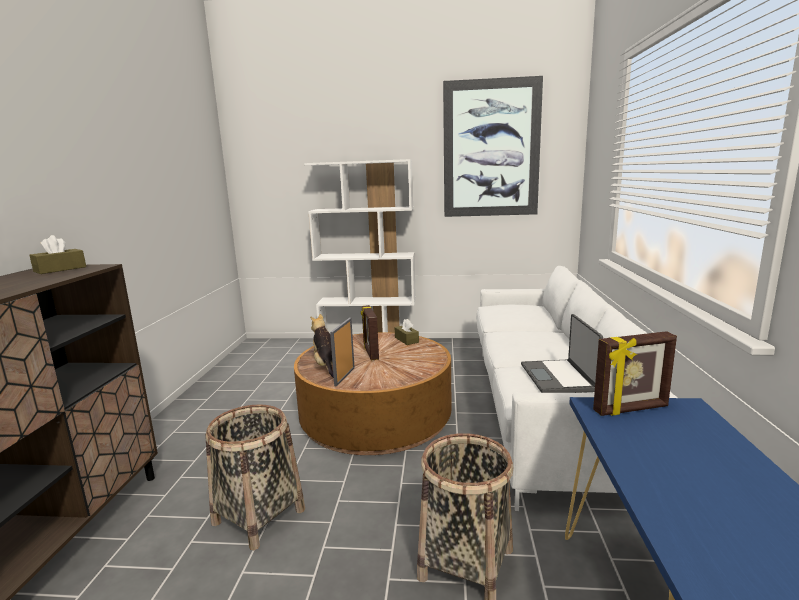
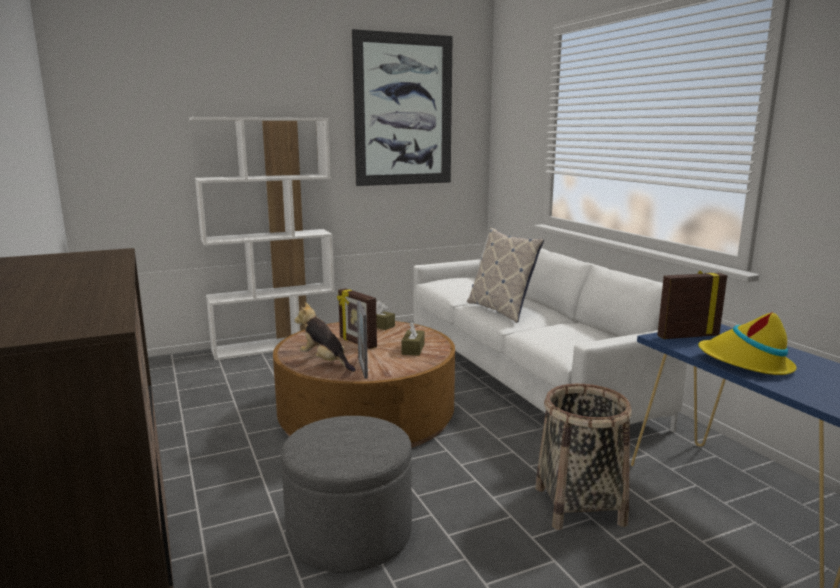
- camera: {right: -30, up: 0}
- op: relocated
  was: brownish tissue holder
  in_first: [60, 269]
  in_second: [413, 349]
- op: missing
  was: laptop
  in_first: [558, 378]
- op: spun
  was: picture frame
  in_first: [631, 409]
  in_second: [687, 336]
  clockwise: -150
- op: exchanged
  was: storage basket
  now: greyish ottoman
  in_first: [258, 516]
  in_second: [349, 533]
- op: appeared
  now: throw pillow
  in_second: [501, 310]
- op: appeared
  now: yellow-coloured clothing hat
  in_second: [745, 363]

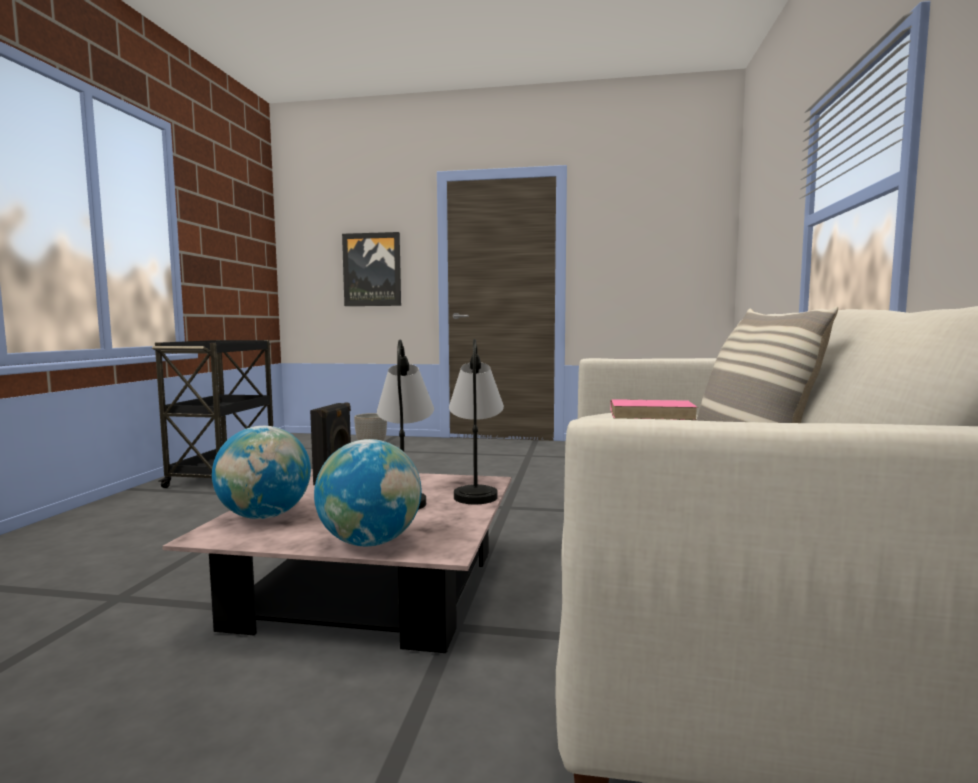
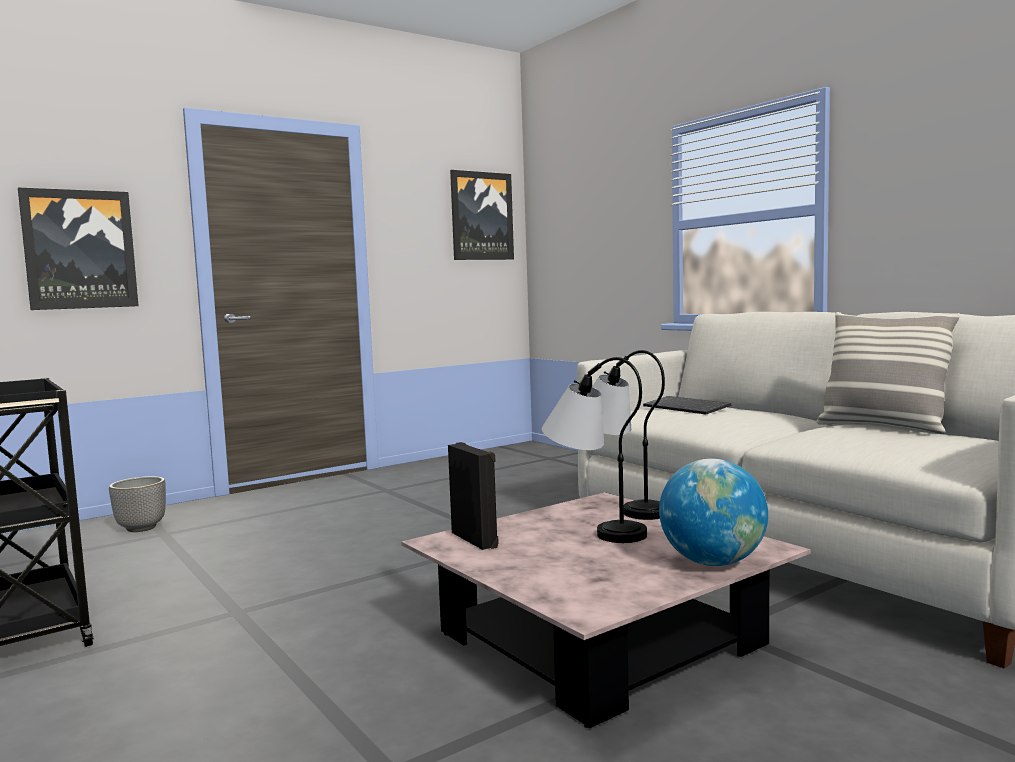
- camera: {right: -45, up: 0}
- op: exchanged
  was: pink-coloured bound book
  now: computer keyboard
  in_first: [652, 415]
  in_second: [688, 407]
- op: missing
  was: world globe
  in_first: [265, 516]
- op: appeared
  now: wall picture
  in_second: [481, 216]

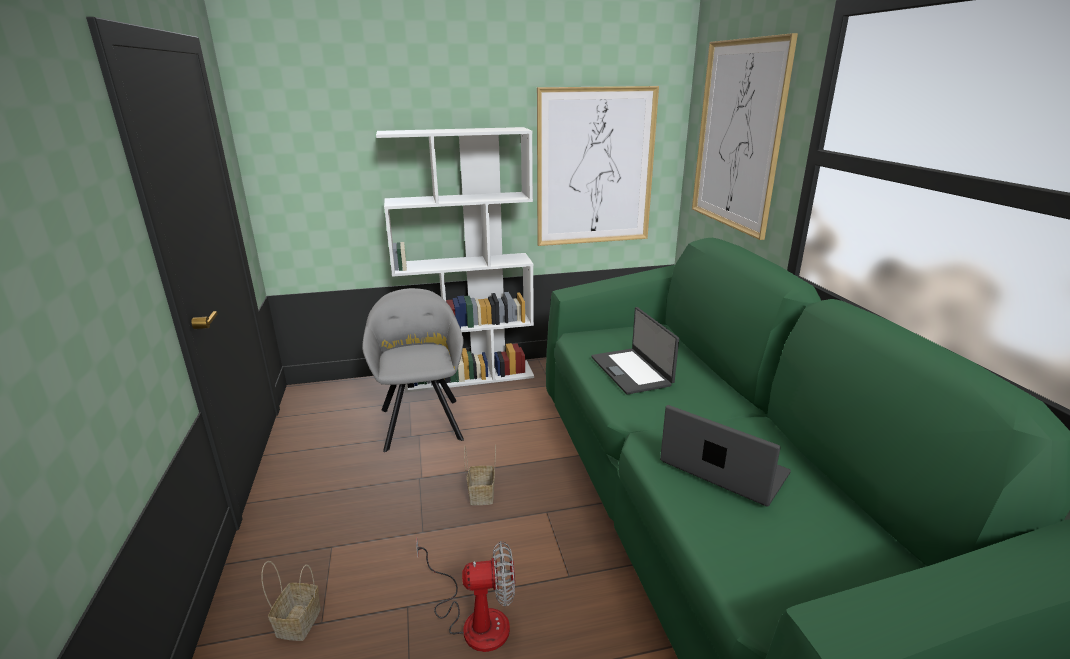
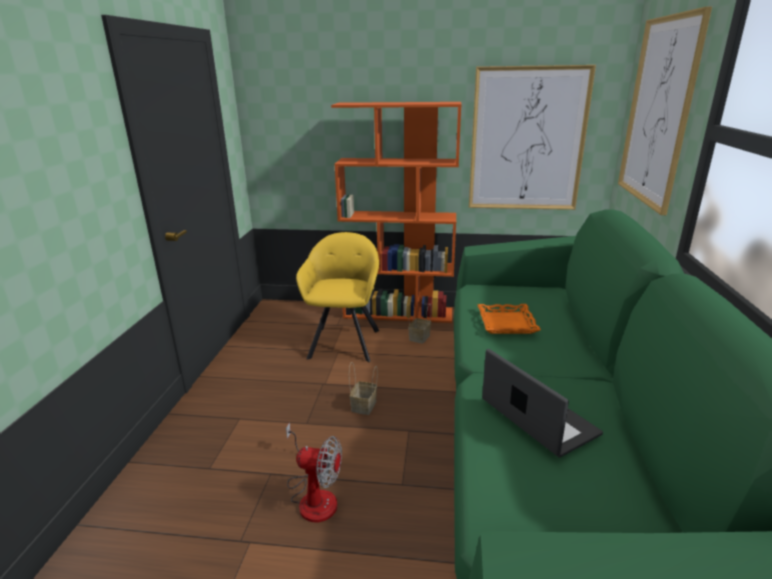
- camera: {right: 20, up: 0}
- op: colour
  was: white-coloured shelving unit
  now: orangey shelving unit
  in_first: [469, 376]
  in_second: [398, 313]
- op: colour
  was: greyish easy chair
  now: yellow-coloured easy chair
  in_first: [422, 421]
  in_second: [345, 341]
- op: exchanged
  was: laptop
  now: orangey carrying tray
  in_first: [632, 371]
  in_second: [507, 323]
- op: relocated
  was: storage basket
  in_first: [298, 621]
  in_second: [419, 337]

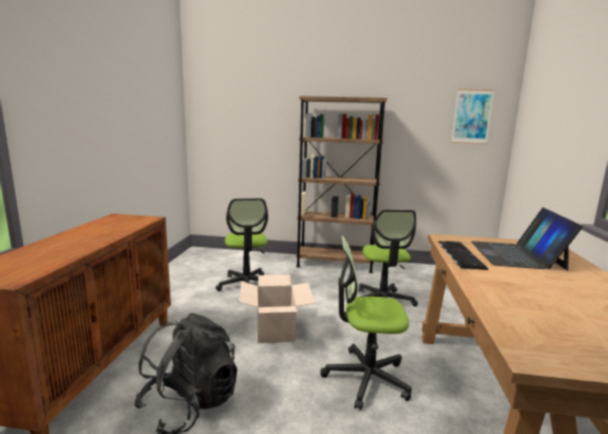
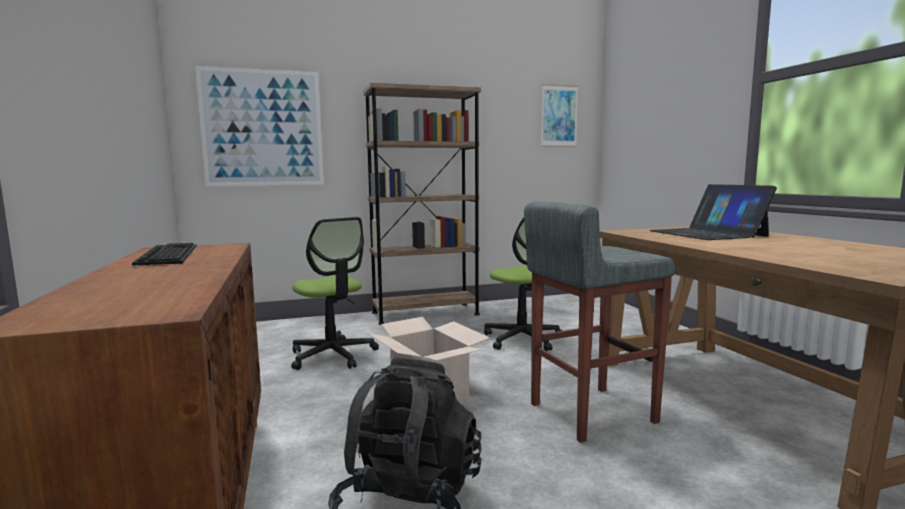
- camera: {right: -25, up: -5}
- op: exchanged
  was: desk chair
  now: greyish stool seat
  in_first: [366, 378]
  in_second: [590, 412]
- op: relocated
  was: computer keyboard
  in_first: [459, 254]
  in_second: [166, 255]
- op: appeared
  now: wall picture
  in_second: [262, 128]

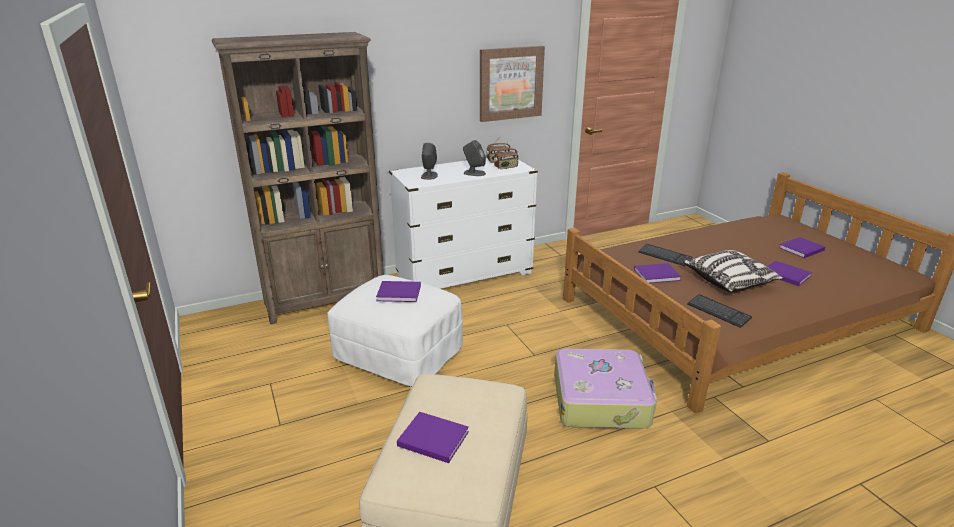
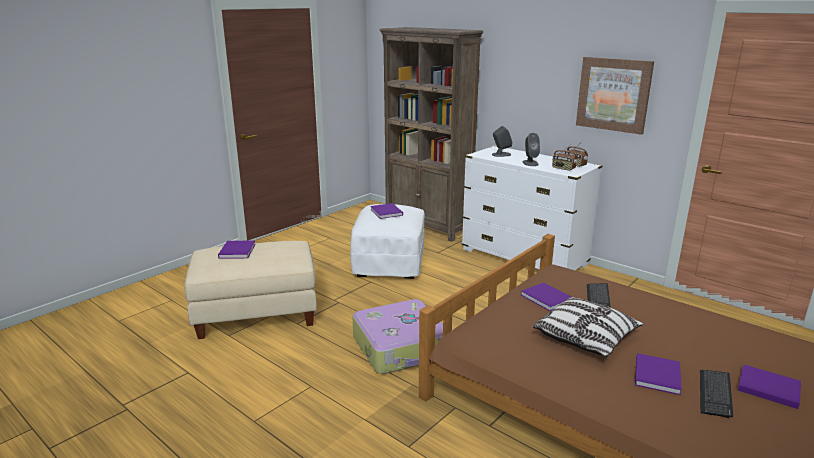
- camera: {right: 65, up: -5}
- op: relocated
  was: computer keyboard
  in_first: [718, 312]
  in_second: [715, 394]

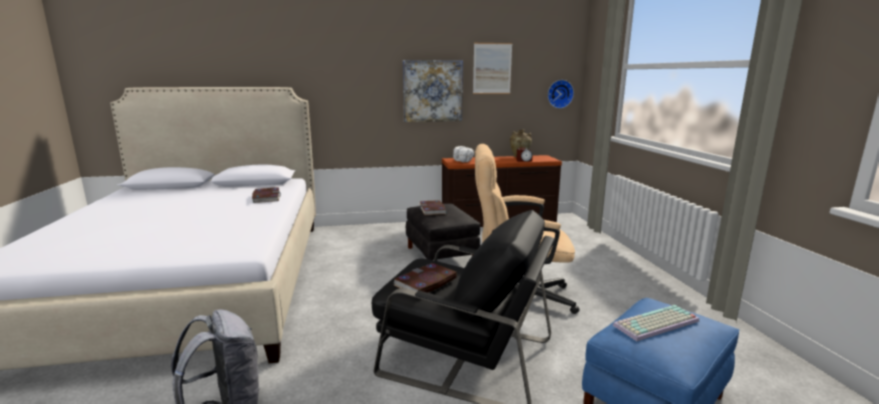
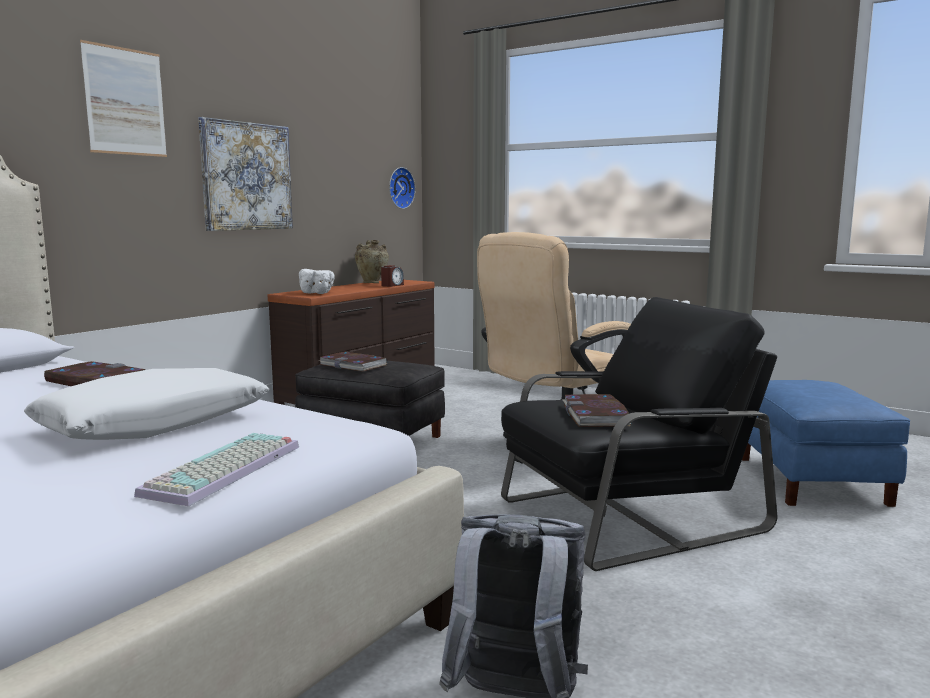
- camera: {right: -45, up: -5}
- op: relocated
  was: wall picture
  in_first: [492, 68]
  in_second: [125, 101]
- op: relocated
  was: computer keyboard
  in_first: [656, 324]
  in_second: [225, 471]
- op: appeared
  now: white-coloured throw pillow
  in_second: [154, 424]

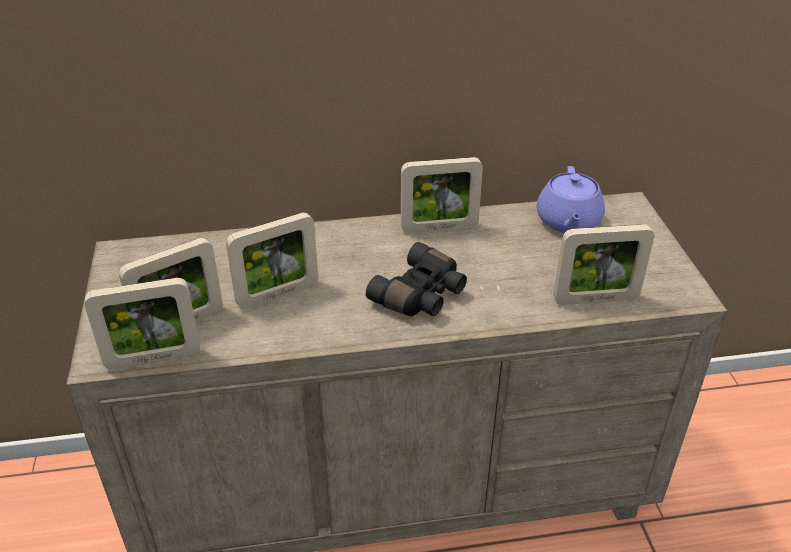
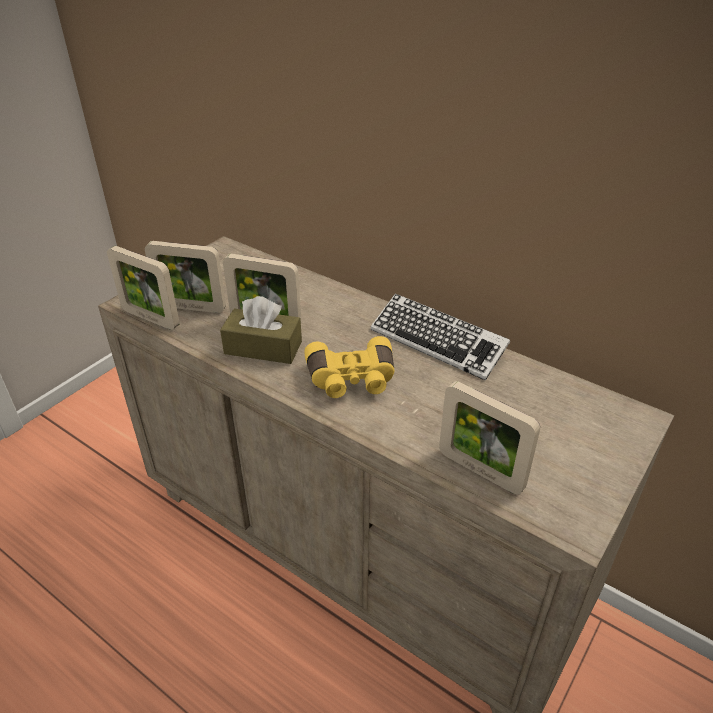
- camera: {right: 45, up: 0}
- op: exchanged
  was: picture frame
  now: computer keyboard
  in_first: [439, 228]
  in_second: [437, 342]
- op: missing
  was: purple-coloured pot for tea
  in_first: [568, 221]
- op: colour
  was: black pair of binoculars
  now: yellow-coloured pair of binoculars
  in_first: [421, 295]
  in_second: [351, 380]
- op: appeared
  now: brownish tissue holder
  in_second: [263, 348]

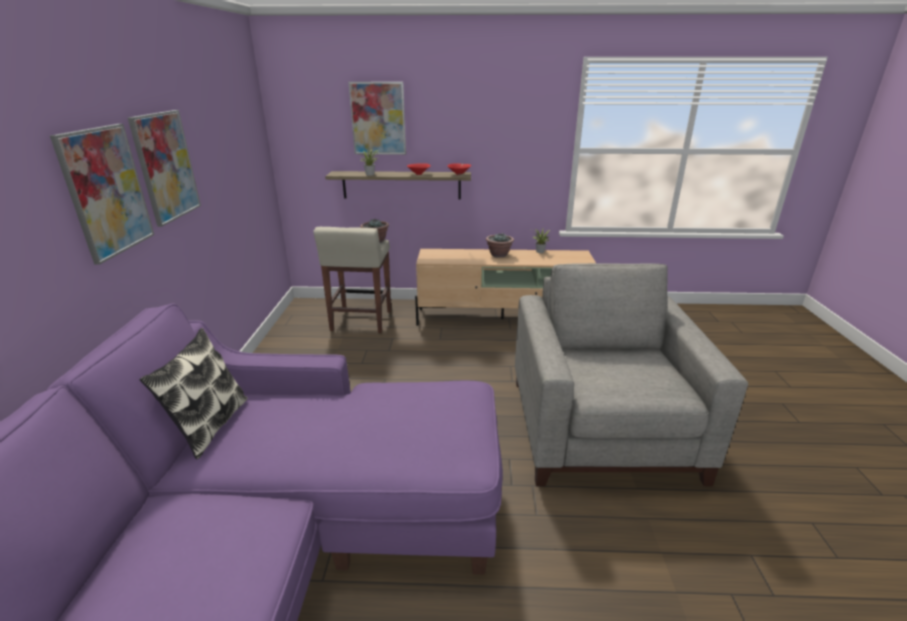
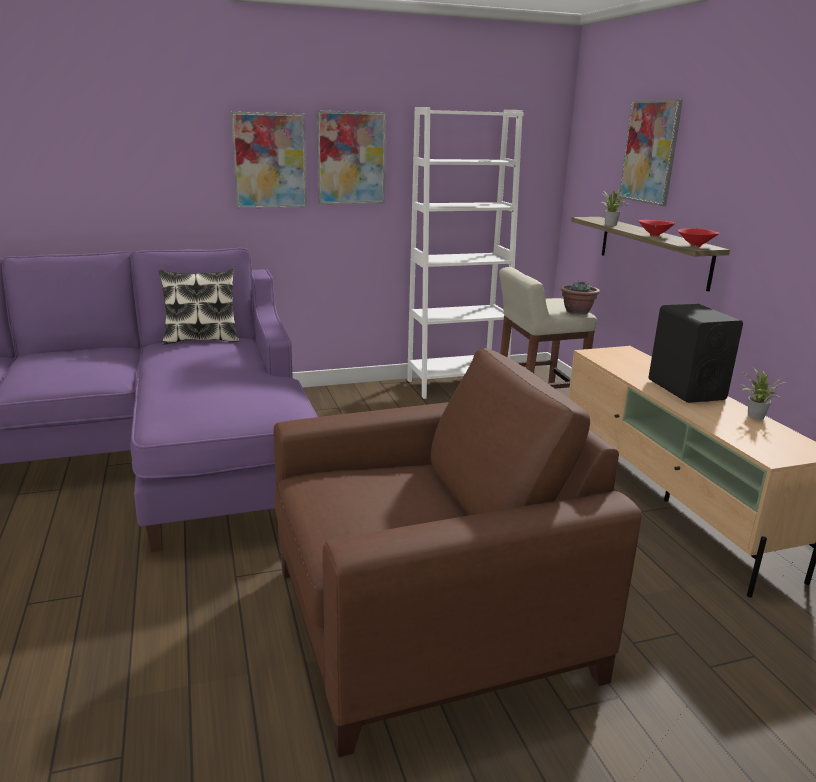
- camera: {right: 70, up: -5}
- op: exchanged
  was: potted plant
  now: black speaker
  in_first: [499, 255]
  in_second: [685, 389]
- op: colour
  was: greyish easy chair
  now: brownish easy chair
  in_first: [602, 429]
  in_second: [426, 624]
- op: appeared
  now: white-coloured shelving unit
  in_second: [457, 385]

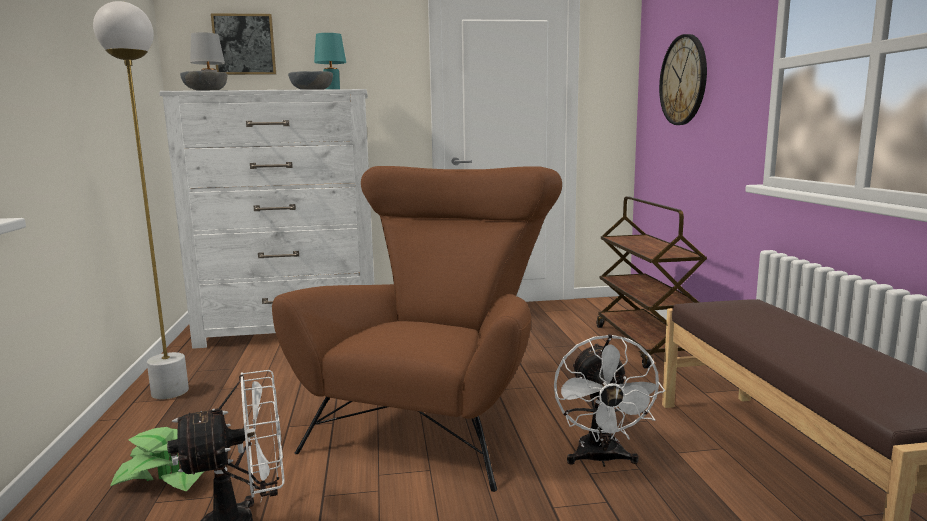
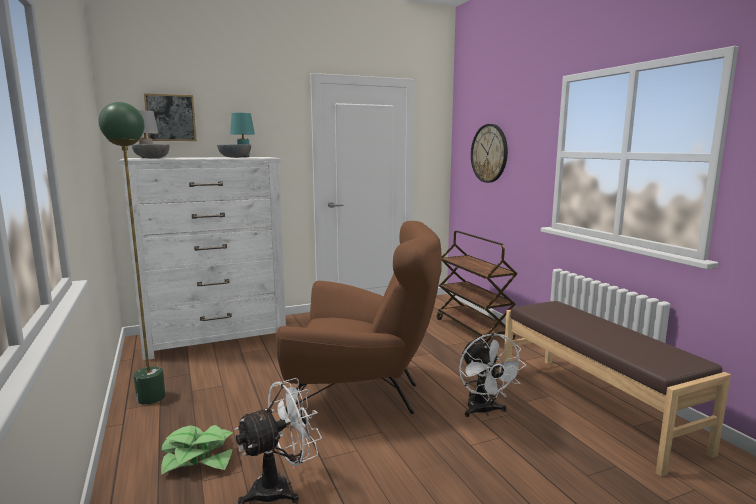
- camera: {right: -15, up: 0}
- op: colour
  was: white-coloured standing lamp
  now: greenish standing lamp
  in_first: [170, 392]
  in_second: [151, 398]
- op: spun
  was: brownish easy chair
  in_first: [433, 417]
  in_second: [363, 395]
  clockwise: 90

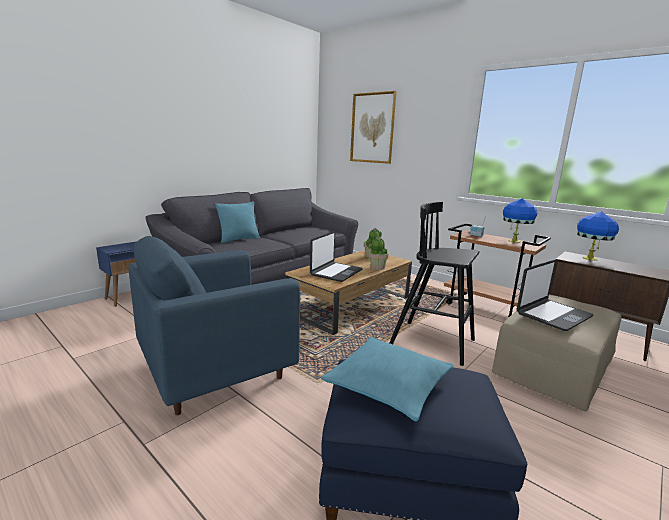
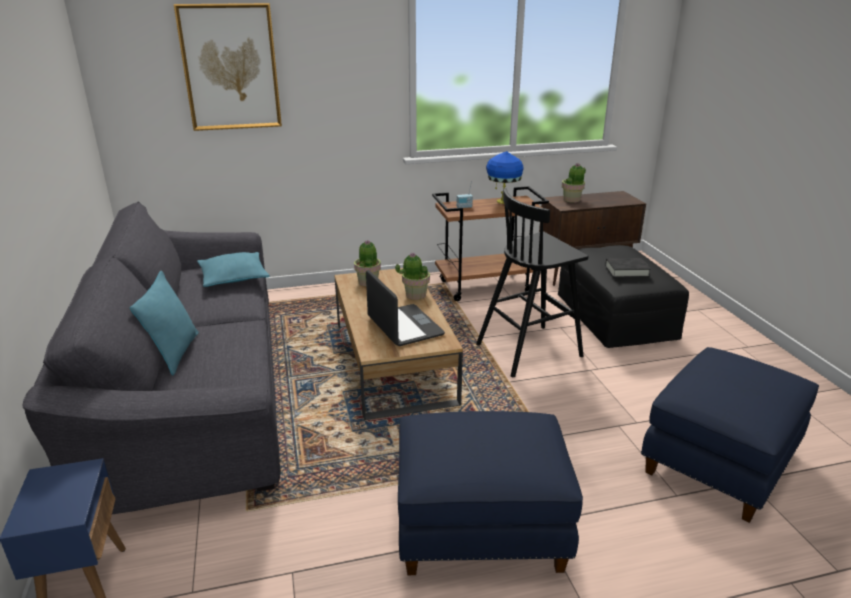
- camera: {right: -55, up: 10}
- op: exchanged
  was: blue-coloured lamp for a table
  now: potted plant
  in_first: [589, 258]
  in_second: [572, 199]
- op: exchanged
  was: blue-coloured easy chair
  now: blue-coloured ottoman
  in_first: [217, 373]
  in_second: [479, 529]
- op: exchanged
  was: laptop
  now: black bound book
  in_first: [553, 315]
  in_second: [626, 271]
- op: colour
  was: sand-coloured ottoman
  now: black ottoman
  in_first: [552, 368]
  in_second: [615, 317]
- op: relocated
  was: turquoise throw pillow
  in_first: [388, 385]
  in_second: [233, 277]

